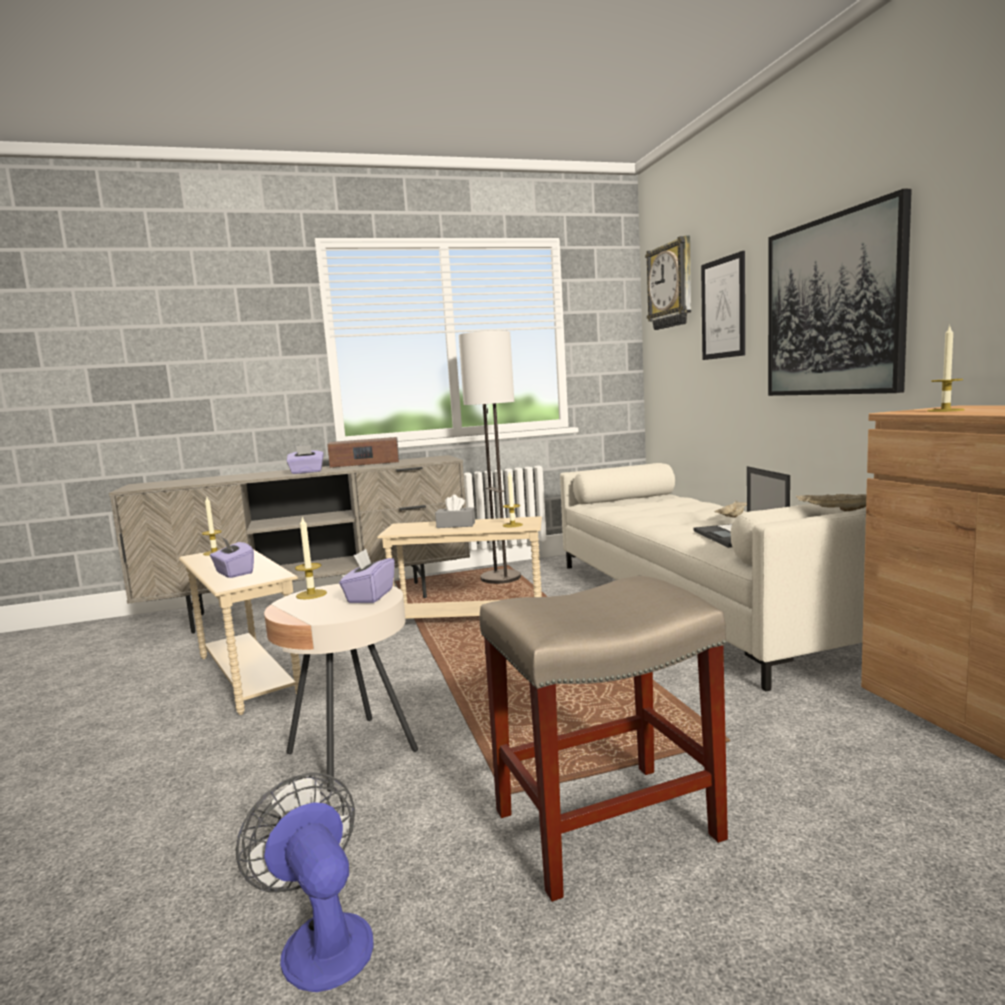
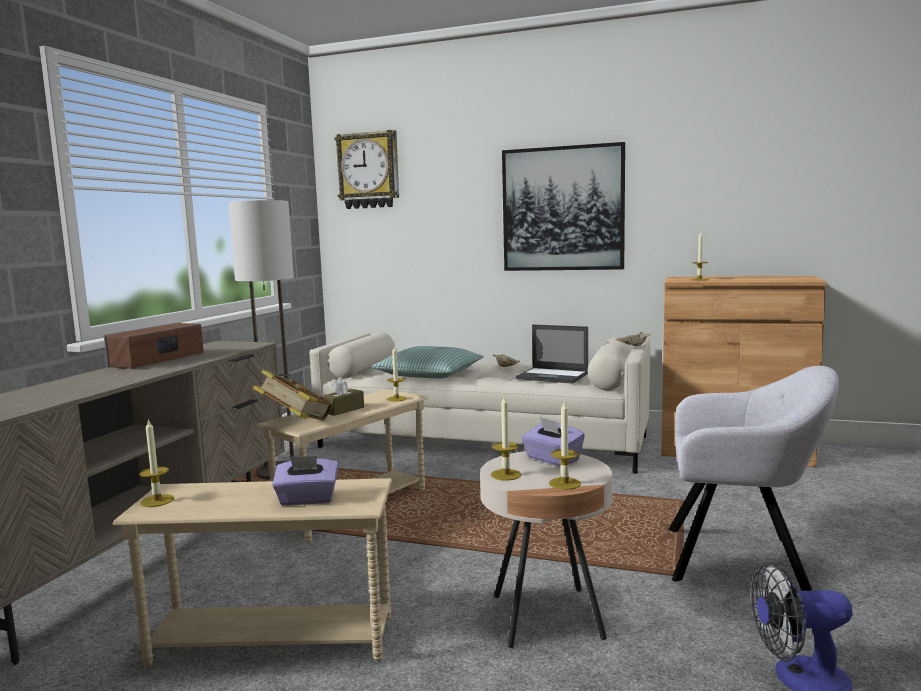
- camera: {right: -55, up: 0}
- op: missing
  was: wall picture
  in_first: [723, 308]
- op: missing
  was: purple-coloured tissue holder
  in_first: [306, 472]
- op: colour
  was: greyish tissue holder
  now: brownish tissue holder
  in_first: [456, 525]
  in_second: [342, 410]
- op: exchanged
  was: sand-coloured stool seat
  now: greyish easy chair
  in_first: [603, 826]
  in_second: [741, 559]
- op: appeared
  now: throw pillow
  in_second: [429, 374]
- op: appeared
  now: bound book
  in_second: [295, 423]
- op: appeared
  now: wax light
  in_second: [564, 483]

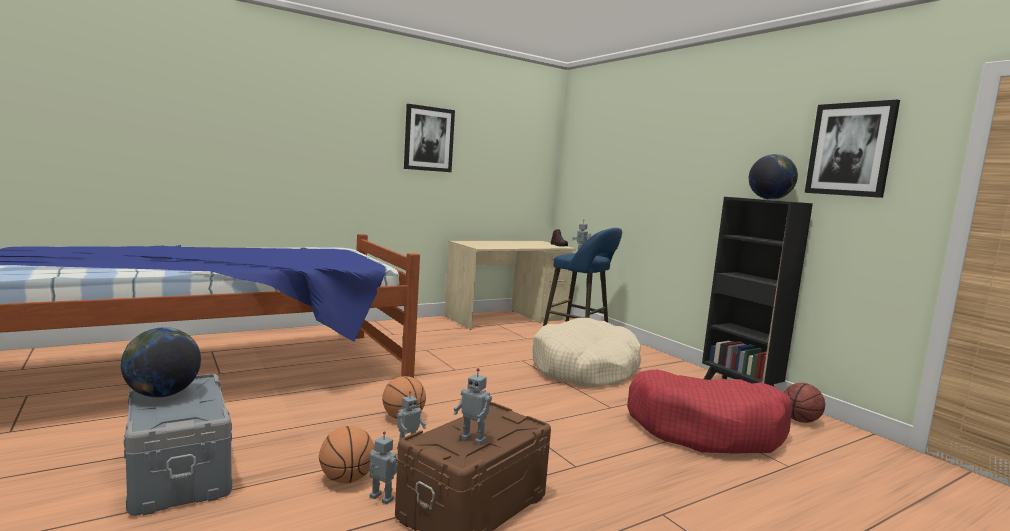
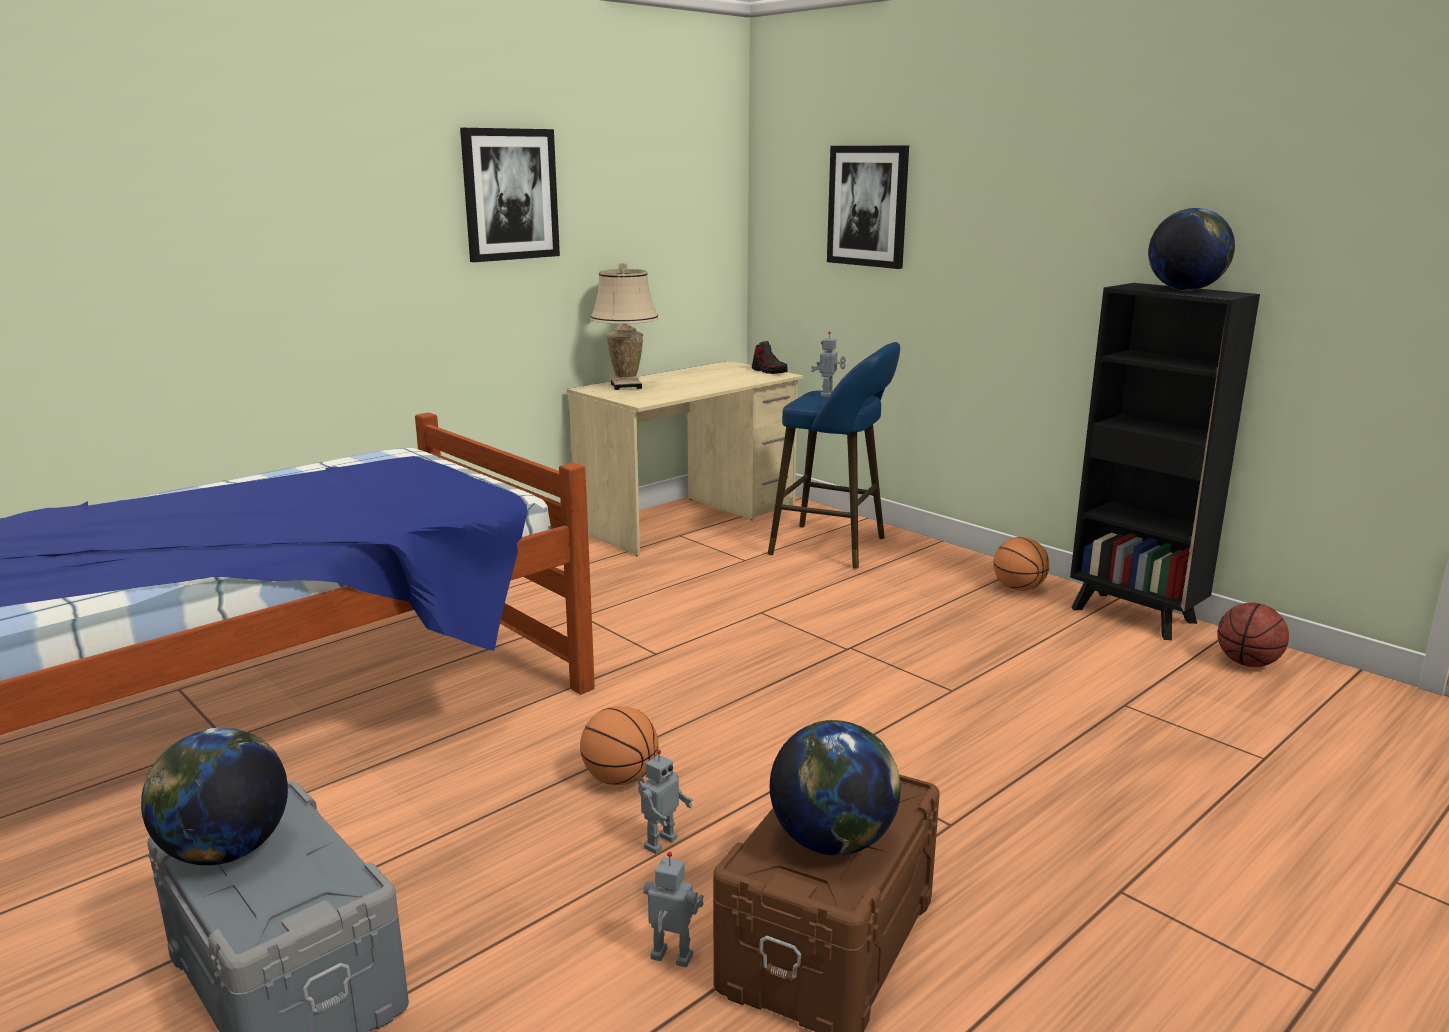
- camera: {right: -10, up: 10}
- op: relocated
  was: wall picture
  in_first: [850, 149]
  in_second: [868, 206]
- op: missing
  was: sand-coloured dog cushion
  in_first: [584, 369]
- op: exchanged
  was: robot figure
  now: world globe
  in_first: [474, 439]
  in_second: [832, 843]
- op: missing
  was: red dog cushion
  in_first: [706, 429]
- op: relocated
  was: basketball ball
  in_first: [346, 479]
  in_second: [1018, 589]
- op: appeared
  now: sand-coloured lamp for a table
  in_second: [626, 386]

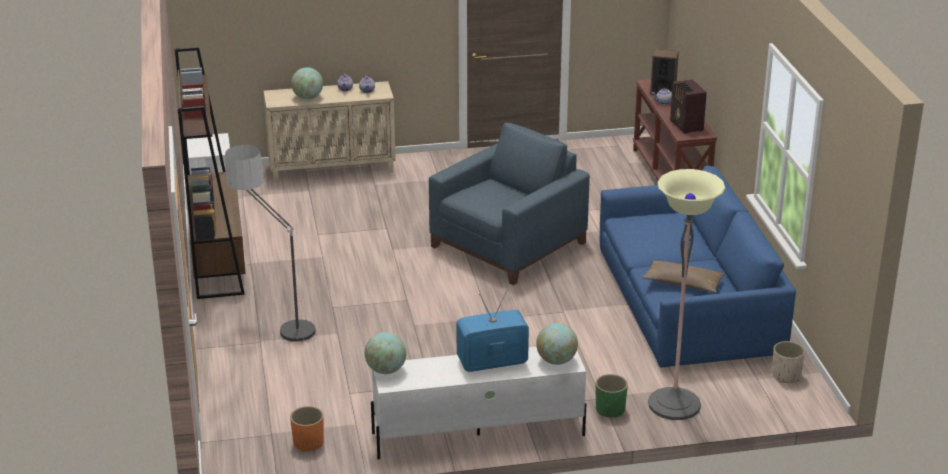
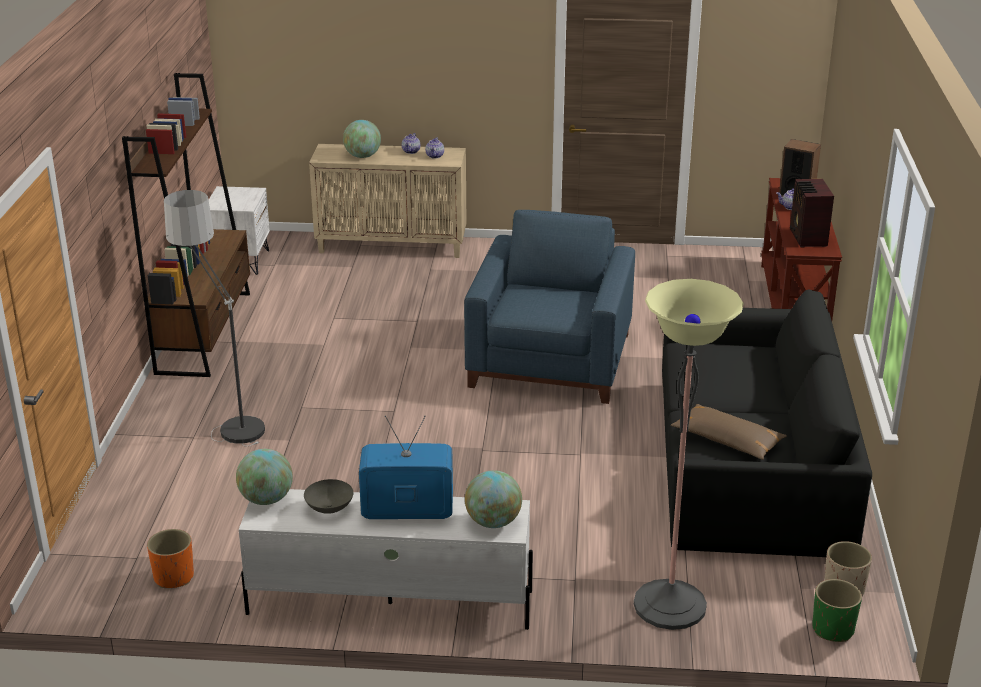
- camera: {right: 15, up: 0}
- op: spun
  was: blue-coloured easy chair
  in_first: [507, 246]
  in_second: [551, 361]
  clockwise: -45
- op: colour
  was: blue-coloured sofa
  now: black sofa
  in_first: [689, 301]
  in_second: [751, 465]
- op: relocated
  was: greenish flower pot
  in_first: [610, 410]
  in_second: [833, 629]
- op: appeared
  now: greyish serving bowl
  in_second: [329, 508]

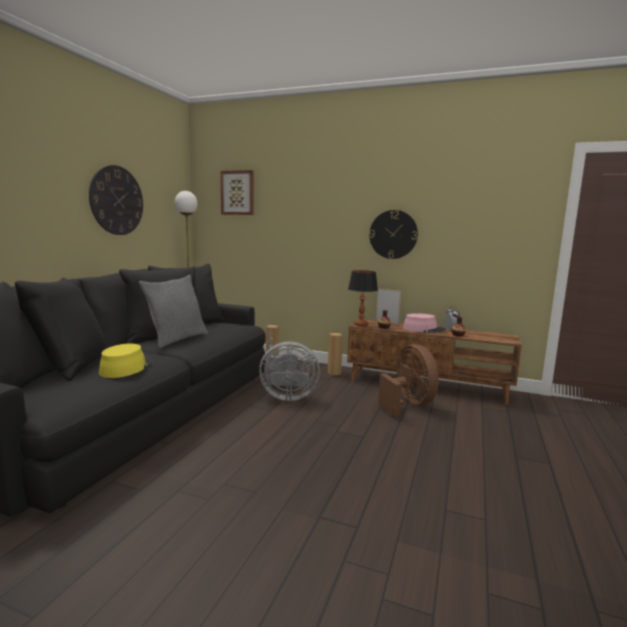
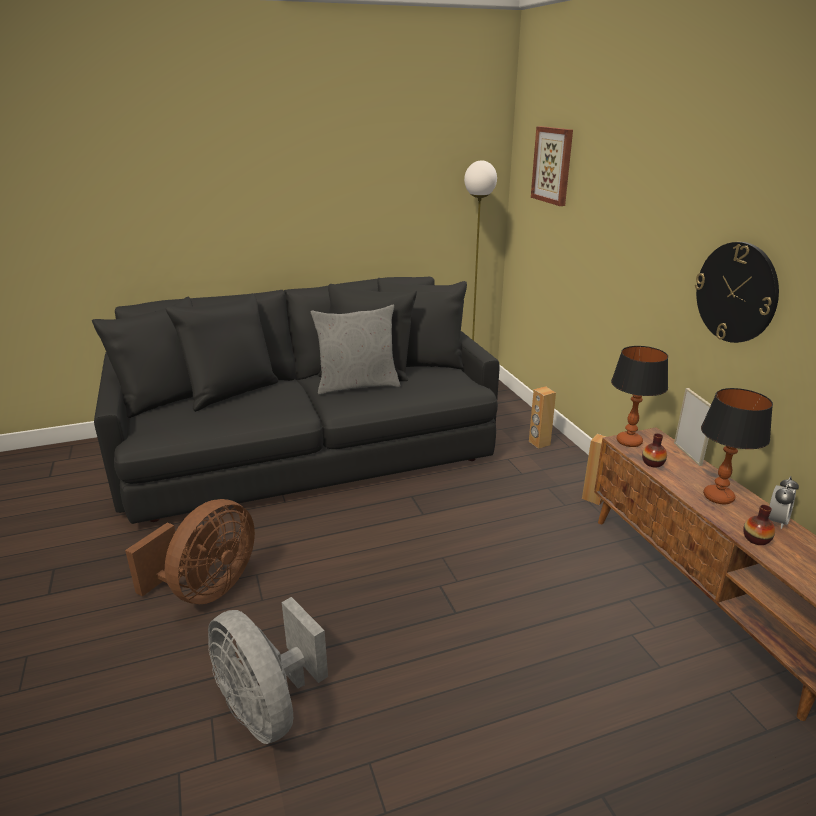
- camera: {right: 50, up: 15}
- op: missing
  was: wall clock
  in_first: [117, 200]
- op: exchanged
  was: pink-coloured clothing hat
  now: lamp for a table
  in_first: [423, 329]
  in_second: [718, 497]
- op: relocated
  was: greyish electric fan
  in_first: [287, 396]
  in_second: [268, 708]
- op: missing
  was: yellow-coloured clothing hat
  in_first: [126, 367]
- op: relocated
  was: brownish electric fan
  in_first: [408, 404]
  in_second: [206, 589]

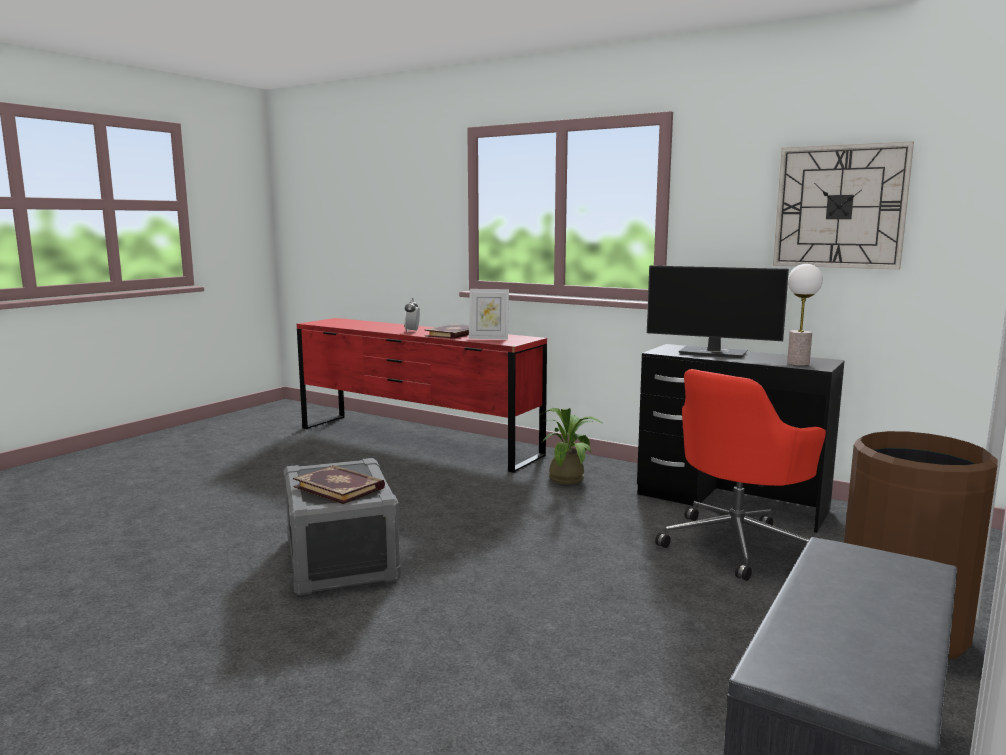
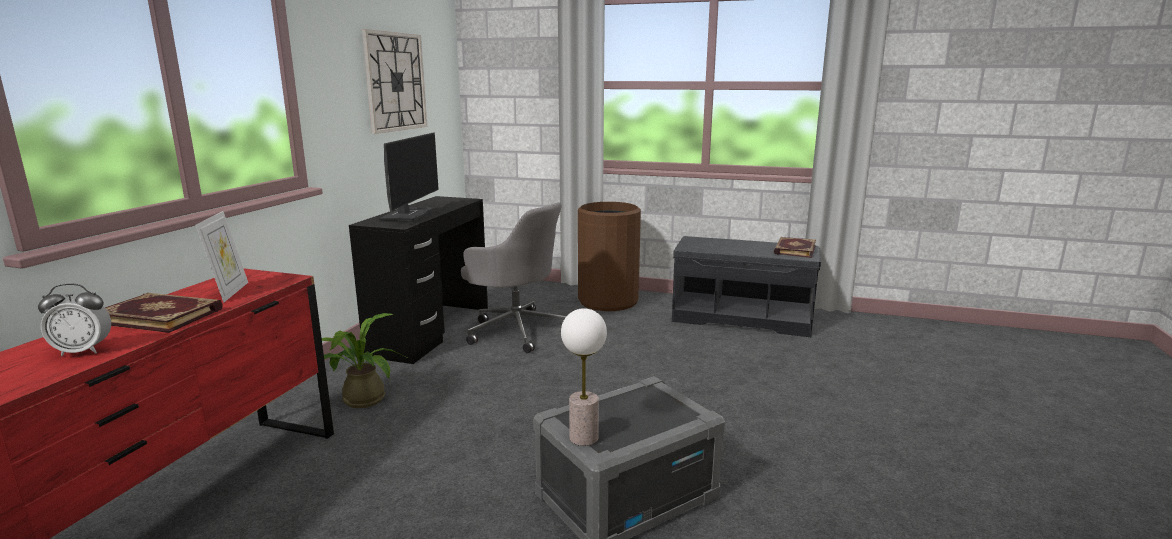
- camera: {right: -105, up: 5}
- op: relocated
  was: lamp for a table
  in_first: [797, 363]
  in_second: [583, 438]
- op: colour
  was: red desk chair
  now: greyish desk chair
  in_first: [737, 544]
  in_second: [516, 330]
- op: relocated
  was: bound book
  in_first: [340, 487]
  in_second: [794, 249]

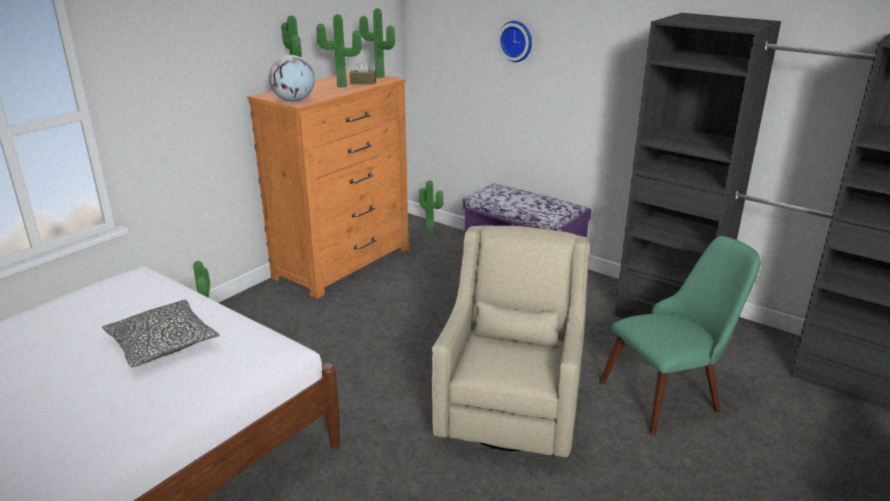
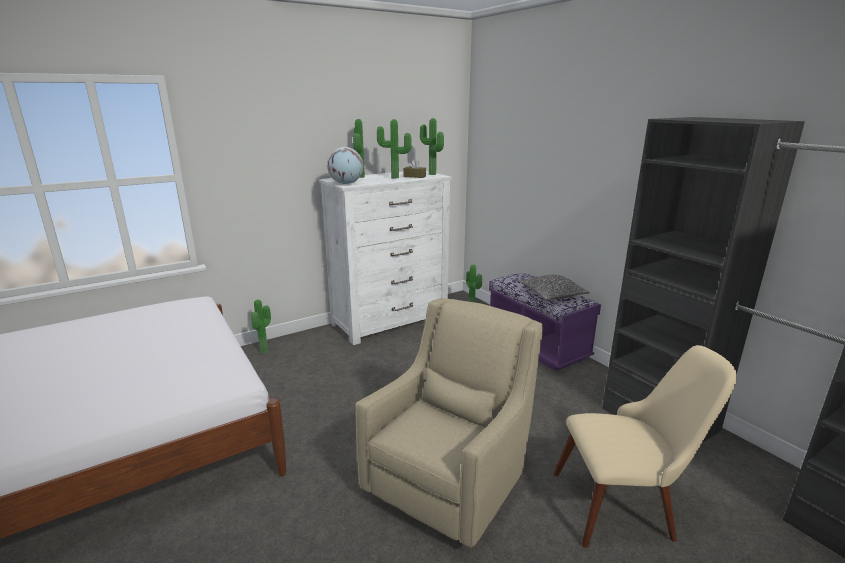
- camera: {right: 20, up: -5}
- op: missing
  was: wall clock
  in_first: [516, 41]
- op: colour
  was: orangey dresser
  now: white-coloured dresser
  in_first: [343, 263]
  in_second: [390, 321]
- op: colour
  was: greenish upright chair
  now: sand-coloured upright chair
  in_first: [670, 393]
  in_second: [626, 504]
- op: relocated
  was: throw pillow
  in_first: [162, 343]
  in_second: [552, 294]

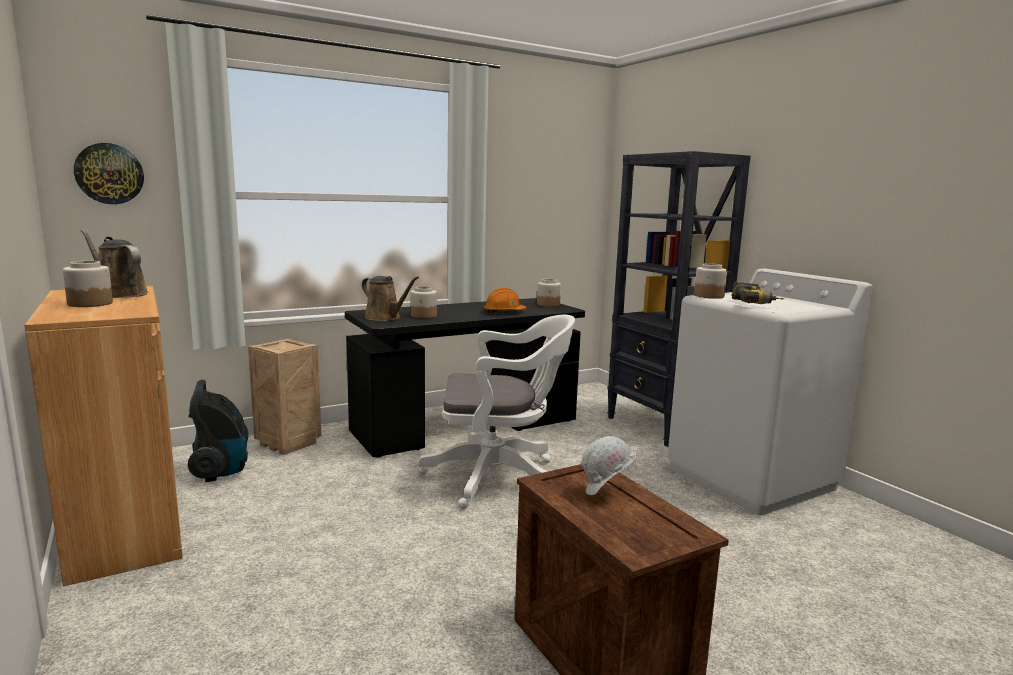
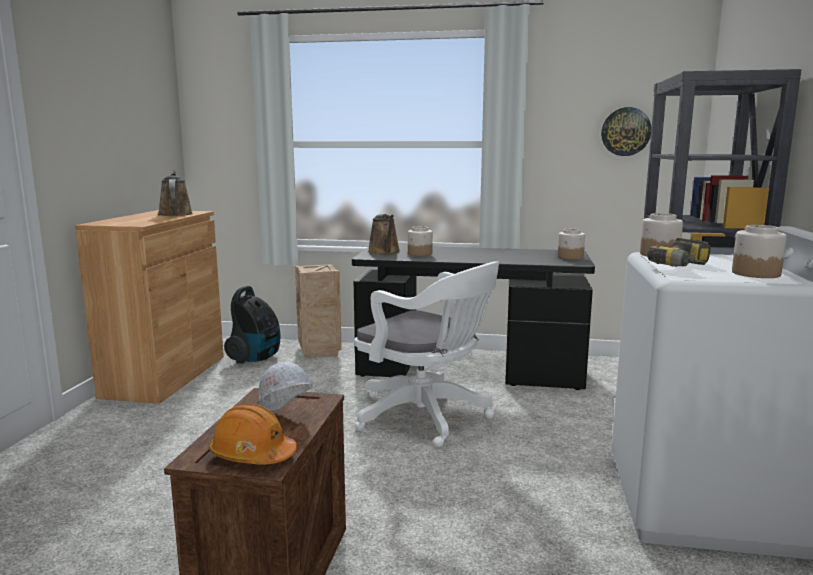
- camera: {right: 40, up: 0}
- op: relocated
  was: wall clock
  in_first: [109, 174]
  in_second: [625, 131]
- op: relocated
  was: preserve jar
  in_first: [90, 303]
  in_second: [755, 273]
- op: relocated
  was: orangey safety helmet
  in_first: [504, 312]
  in_second: [252, 454]

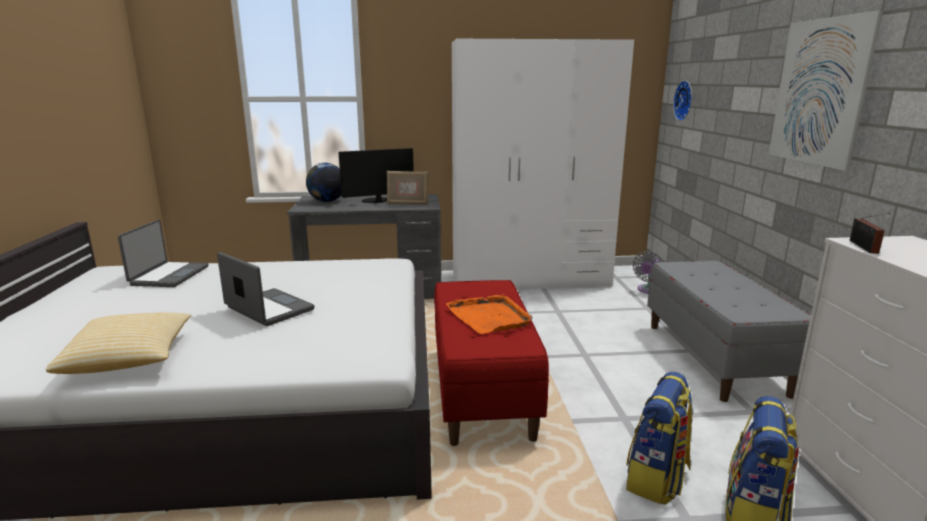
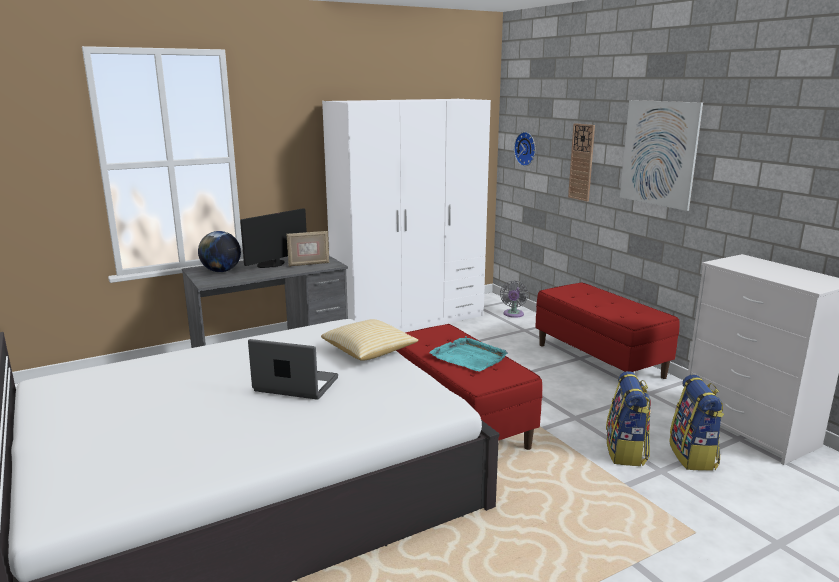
- camera: {right: -25, up: 0}
- op: missing
  was: radio set
  in_first: [864, 247]
- op: missing
  was: laptop
  in_first: [168, 275]
- op: colour
  was: greyish bench
  now: red bench
  in_first: [714, 358]
  in_second: [599, 360]
- op: colour
  was: orangey carrying tray
  now: turquoise carrying tray
  in_first: [490, 317]
  in_second: [469, 357]
- op: relocated
  was: throw pillow
  in_first: [129, 359]
  in_second: [369, 351]
- op: appeared
  now: wall clock
  in_second: [582, 162]

